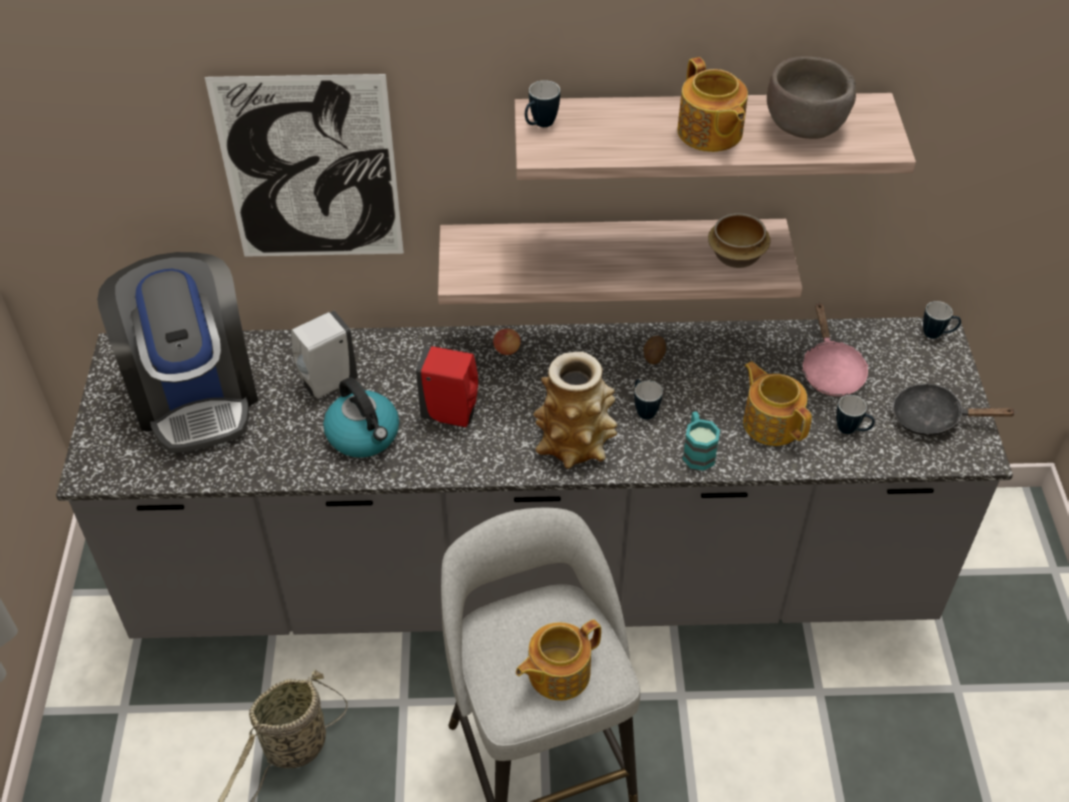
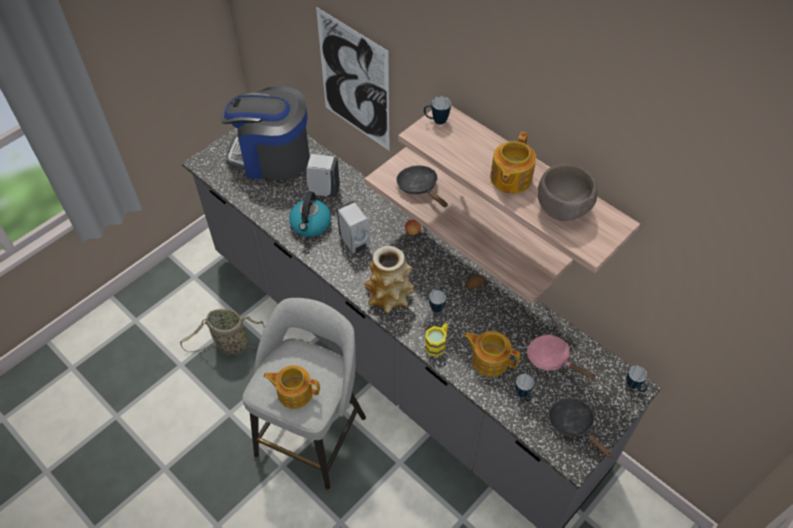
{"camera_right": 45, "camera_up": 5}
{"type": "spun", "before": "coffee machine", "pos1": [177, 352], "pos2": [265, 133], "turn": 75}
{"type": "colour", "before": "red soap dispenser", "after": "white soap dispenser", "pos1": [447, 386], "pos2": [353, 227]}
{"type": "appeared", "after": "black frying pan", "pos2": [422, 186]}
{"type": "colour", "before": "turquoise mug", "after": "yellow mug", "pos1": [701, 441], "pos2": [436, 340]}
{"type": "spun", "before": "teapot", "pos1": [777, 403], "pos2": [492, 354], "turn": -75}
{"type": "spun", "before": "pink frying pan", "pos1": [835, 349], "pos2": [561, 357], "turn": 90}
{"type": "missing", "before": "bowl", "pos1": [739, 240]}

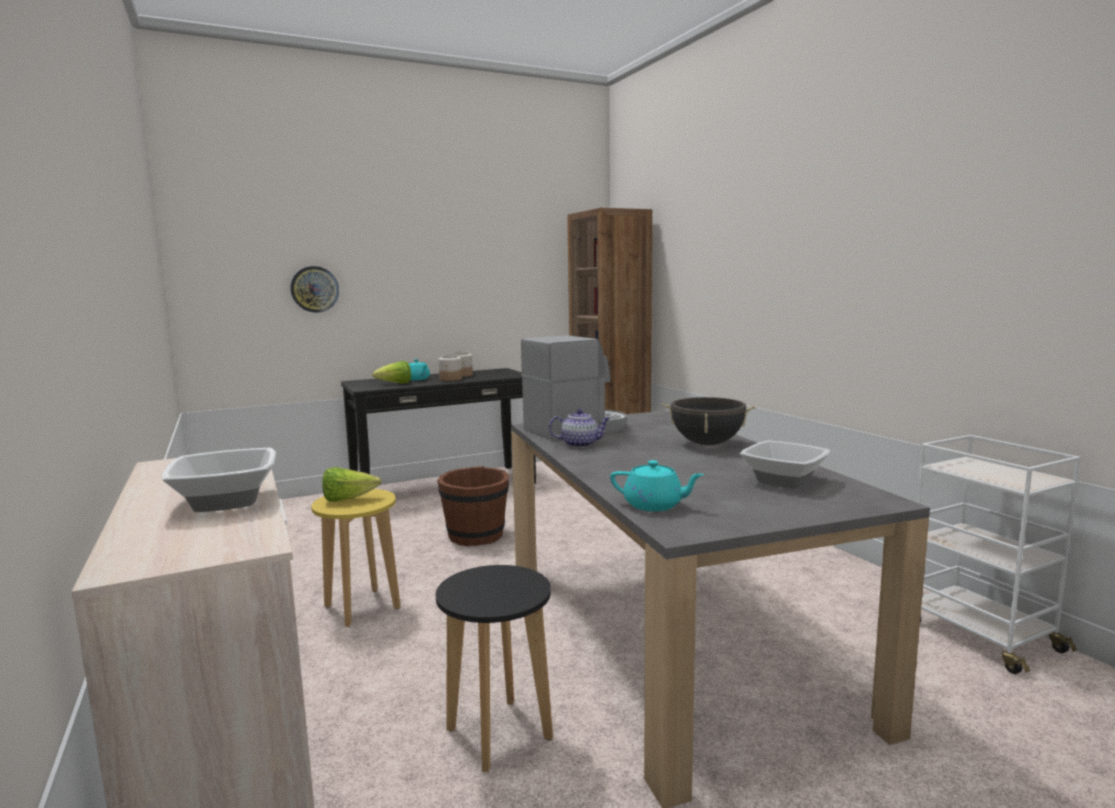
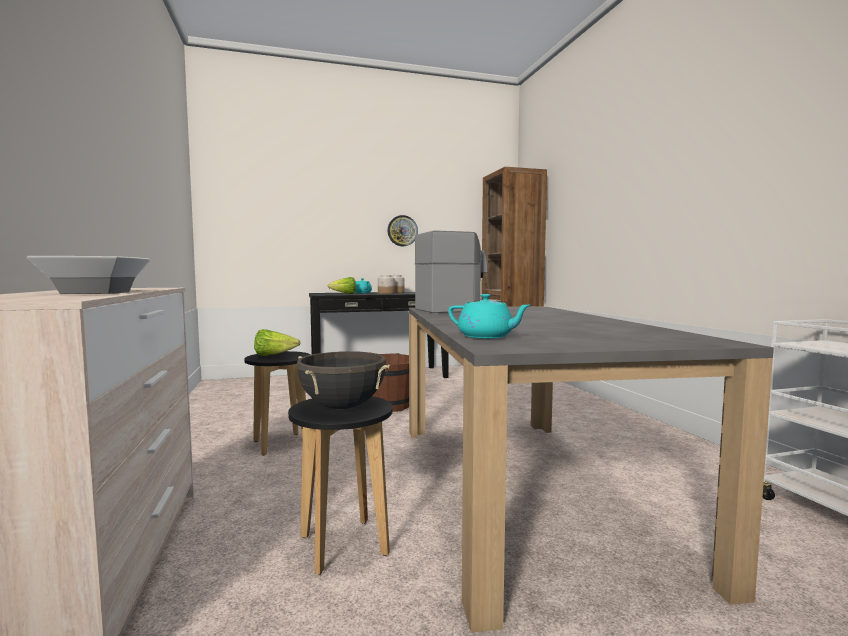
{"camera_right": 10, "camera_up": -5}
{"type": "colour", "before": "yellow stool", "after": "black stool", "pos1": [356, 558], "pos2": [277, 403]}
{"type": "relocated", "before": "black cooking pot", "pos1": [709, 421], "pos2": [343, 380]}
{"type": "relocated", "before": "wall clock", "pos1": [314, 289], "pos2": [402, 230]}
{"type": "missing", "before": "teapot", "pos1": [579, 428]}
{"type": "missing", "before": "bowl", "pos1": [785, 465]}

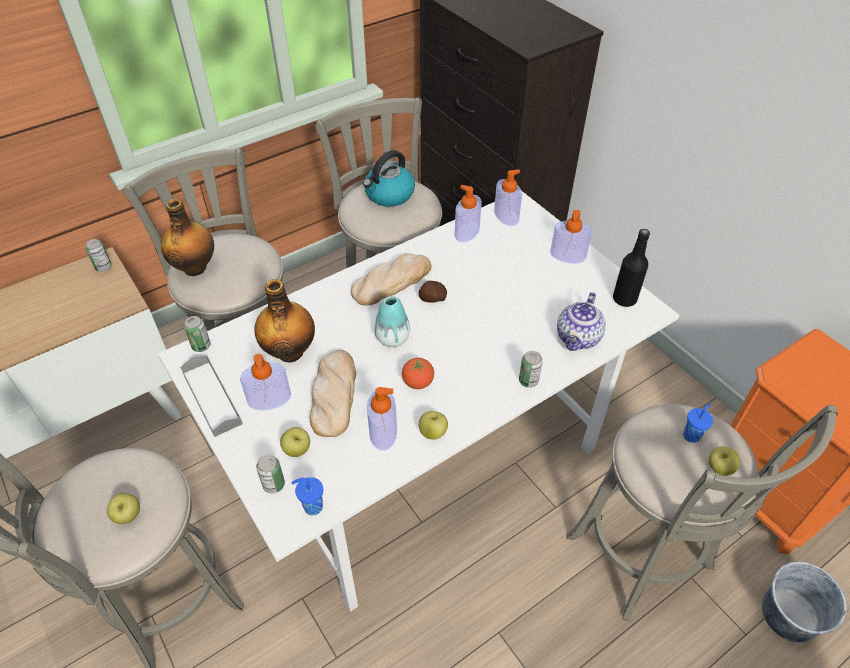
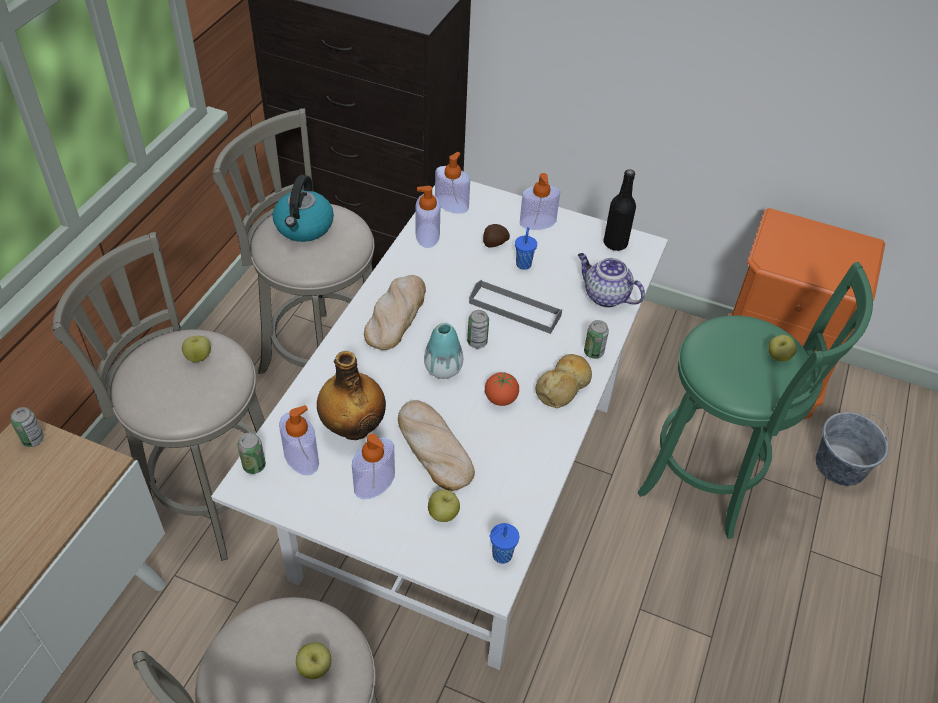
{"camera_right": -35, "camera_up": 0}
{"type": "relocated", "before": "apple", "pos1": [433, 425], "pos2": [196, 349]}
{"type": "relocated", "before": "soap dispenser", "pos1": [382, 419], "pos2": [299, 440]}
{"type": "relocated", "before": "can", "pos1": [270, 474], "pos2": [478, 329]}
{"type": "relocated", "before": "grey tray", "pos1": [211, 396], "pos2": [515, 307]}
{"type": "relocated", "before": "potato", "pos1": [433, 292], "pos2": [496, 236]}
{"type": "relocated", "before": "blue cup", "pos1": [698, 423], "pos2": [526, 248]}
{"type": "appeared", "after": "bread", "pos2": [563, 381]}
{"type": "spun", "before": "teapot", "pos1": [581, 321], "pos2": [611, 280], "turn": 135}
{"type": "colour", "before": "grey stool", "after": "green stool", "pos1": [702, 512], "pos2": [755, 400]}
{"type": "missing", "before": "bottle", "pos1": [187, 237]}

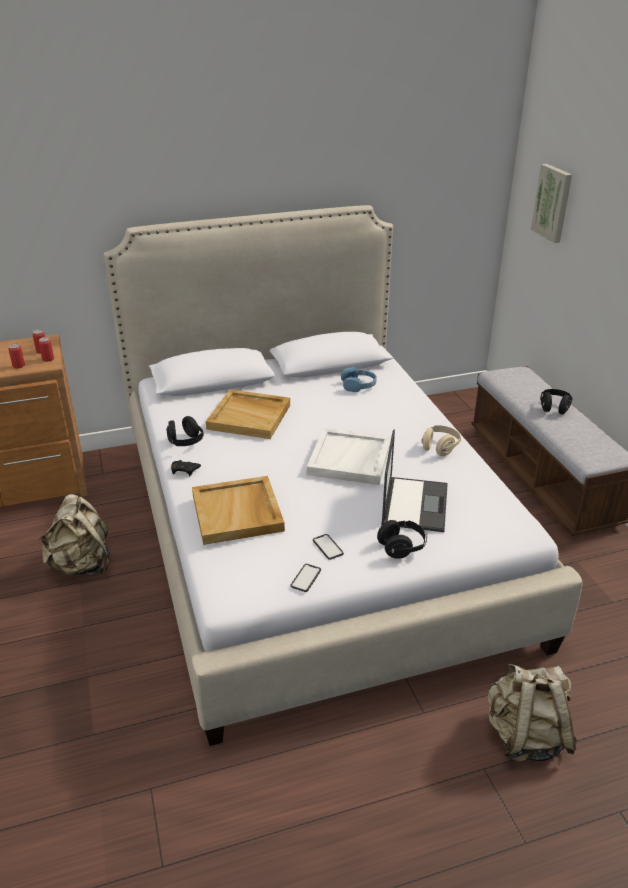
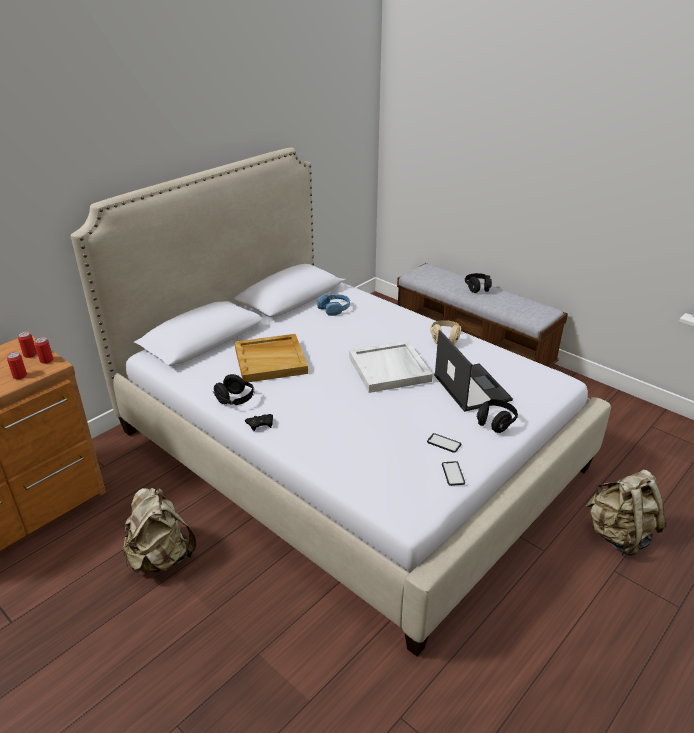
{"camera_right": -30, "camera_up": 0}
{"type": "missing", "before": "beige tray", "pos1": [238, 510]}
{"type": "missing", "before": "picture", "pos1": [551, 203]}

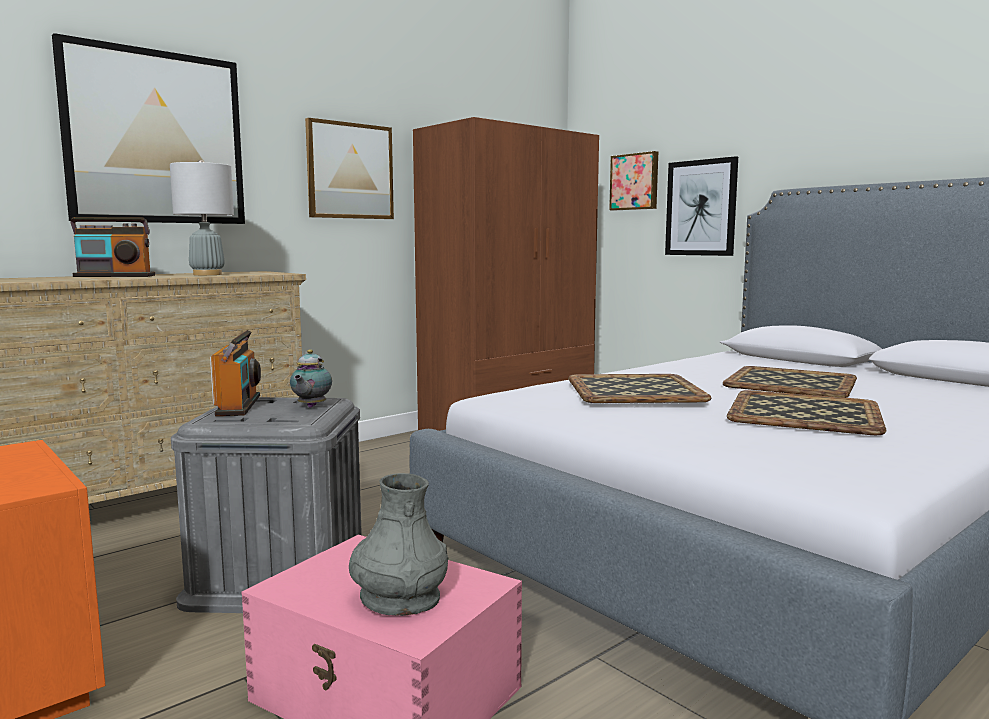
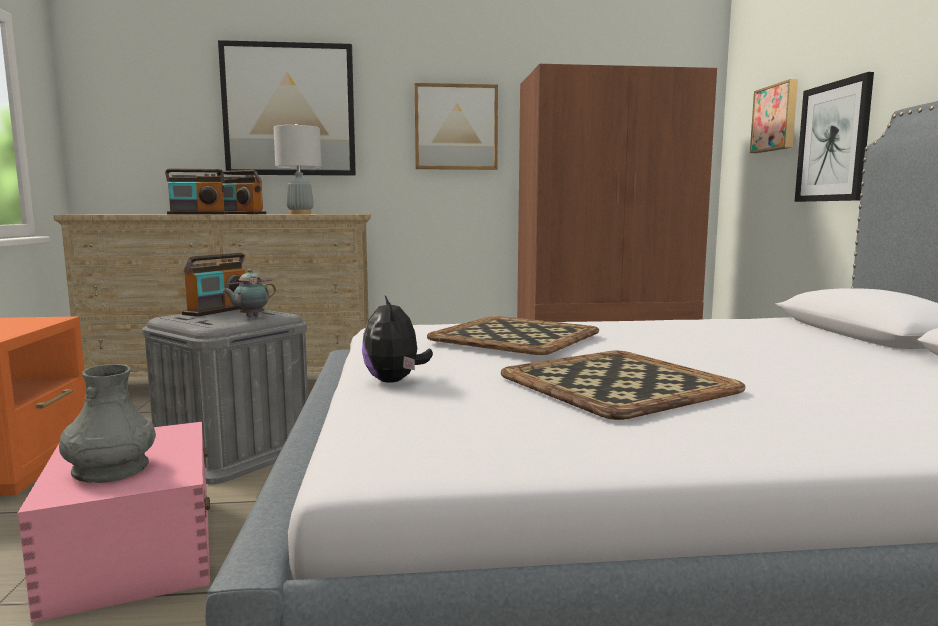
{"camera_right": 35, "camera_up": 0}
{"type": "appeared", "after": "radio", "pos2": [196, 191]}
{"type": "appeared", "after": "plush toy", "pos2": [397, 339]}
{"type": "missing", "before": "tray", "pos1": [790, 382]}

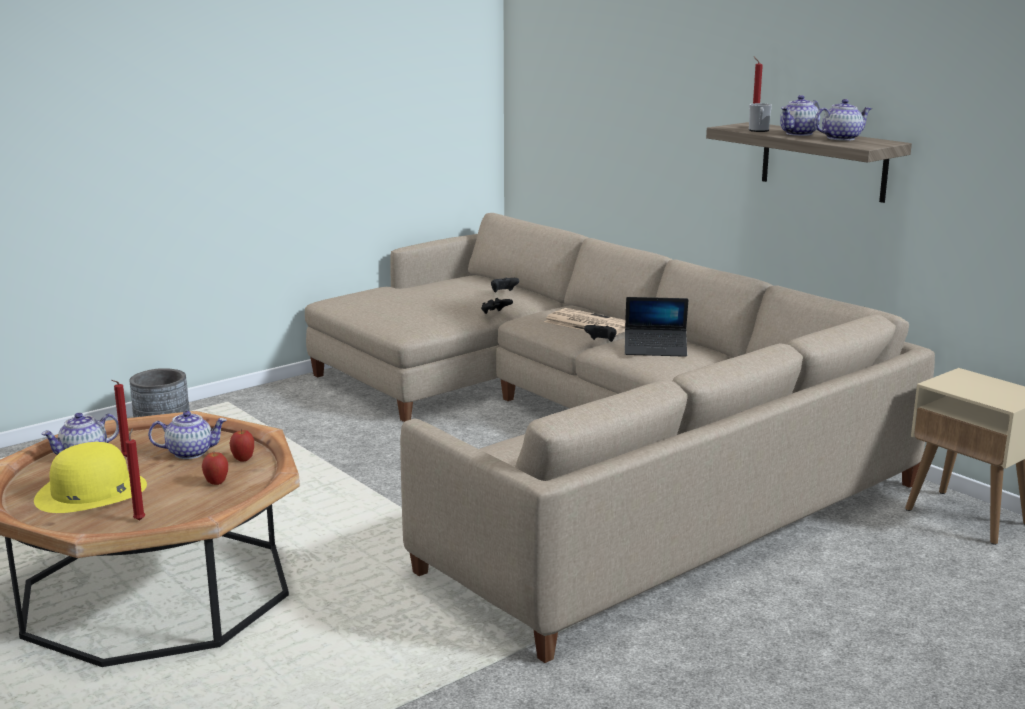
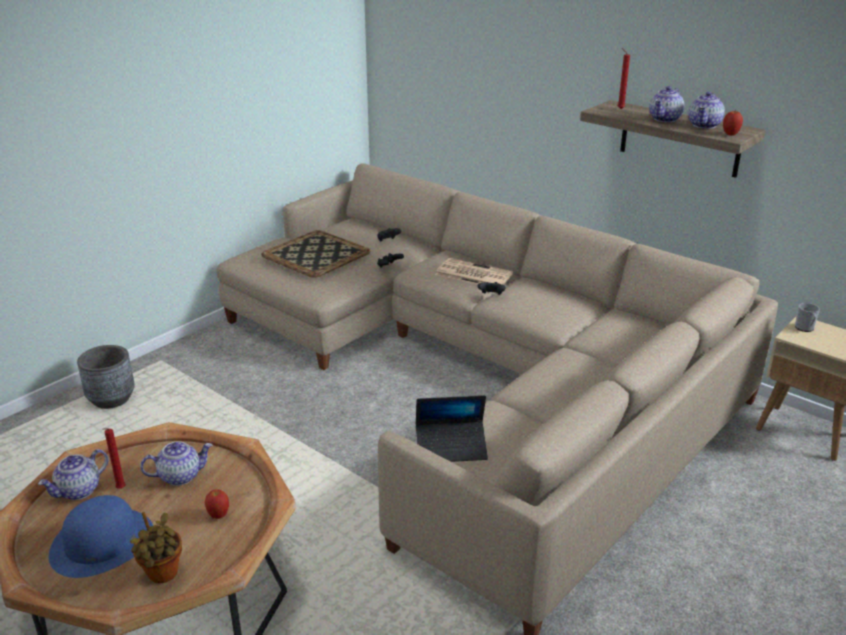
{"camera_right": -10, "camera_up": 10}
{"type": "colour", "before": "yellow hat", "after": "blue hat", "pos1": [90, 477], "pos2": [101, 536]}
{"type": "exchanged", "before": "red candle", "after": "potted plant", "pos1": [135, 474], "pos2": [156, 547]}
{"type": "appeared", "after": "tray", "pos2": [315, 254]}
{"type": "relocated", "before": "laptop", "pos1": [656, 327], "pos2": [452, 428]}
{"type": "spun", "before": "teapot", "pos1": [843, 120], "pos2": [706, 110], "turn": 150}
{"type": "relocated", "before": "apple", "pos1": [241, 445], "pos2": [733, 123]}
{"type": "relocated", "before": "mug", "pos1": [760, 117], "pos2": [807, 317]}

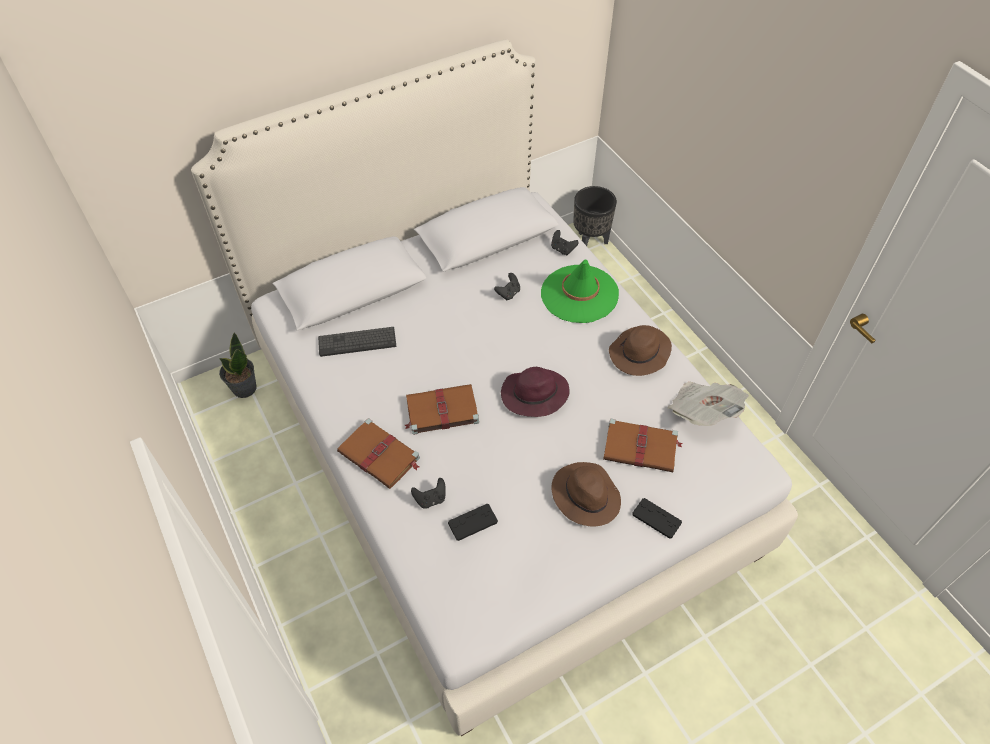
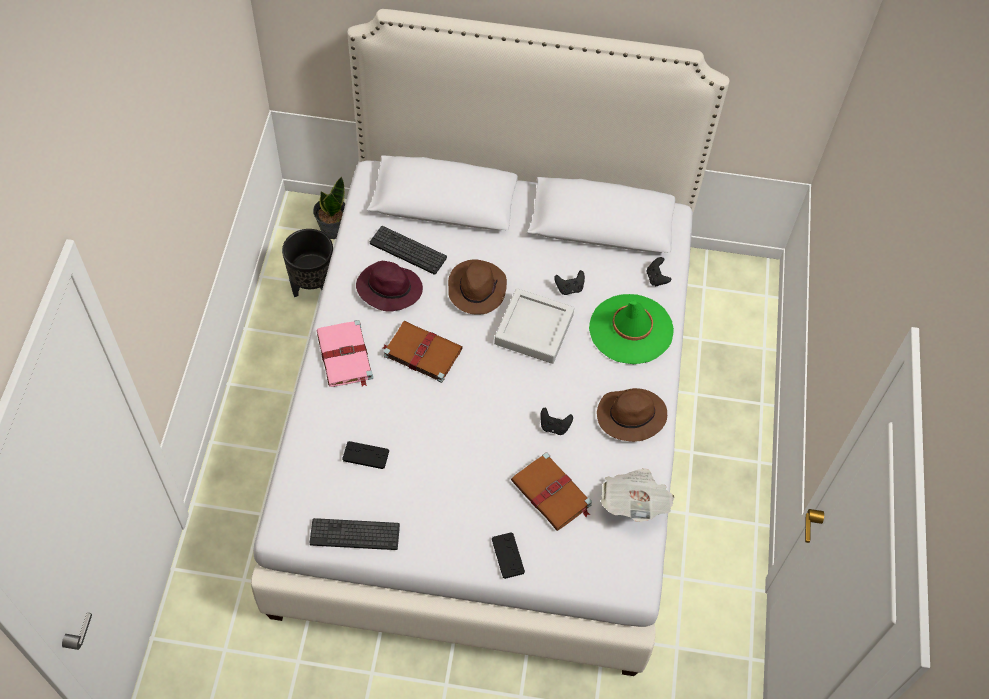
{"camera_right": 35, "camera_up": 5}
{"type": "relocated", "before": "black planter", "pos1": [595, 216], "pos2": [307, 263]}
{"type": "appeared", "after": "keyboard", "pos2": [355, 534]}
{"type": "colour", "before": "brown book", "after": "pink book", "pos1": [378, 453], "pos2": [344, 353]}
{"type": "relocated", "before": "purple hat", "pos1": [535, 392], "pos2": [389, 286]}
{"type": "relocated", "before": "brown hat", "pos1": [586, 494], "pos2": [477, 287]}
{"type": "appeared", "after": "grey tray", "pos2": [534, 326]}
{"type": "relocated", "before": "black game controller", "pos1": [428, 493], "pos2": [556, 421]}

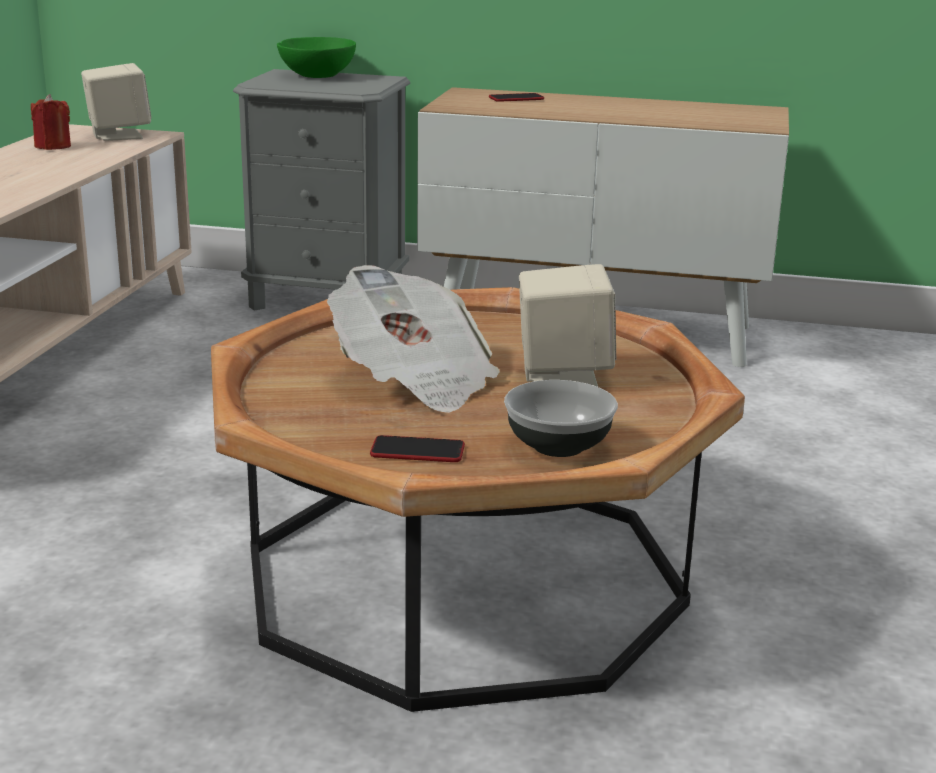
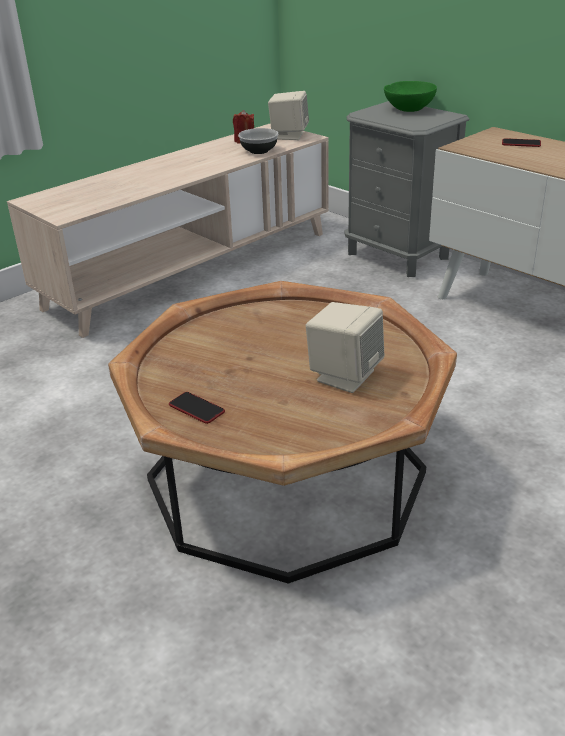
{"camera_right": 35, "camera_up": 10}
{"type": "relocated", "before": "bowl", "pos1": [561, 418], "pos2": [258, 141]}
{"type": "missing", "before": "newspaper", "pos1": [413, 339]}

